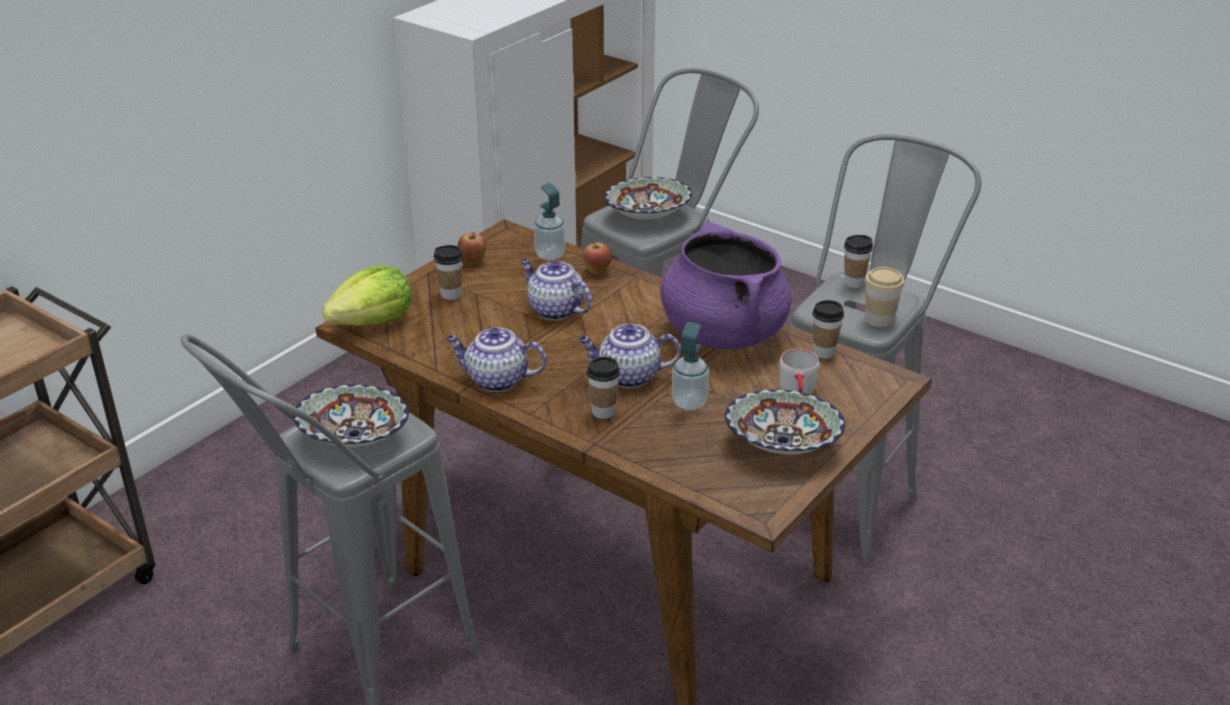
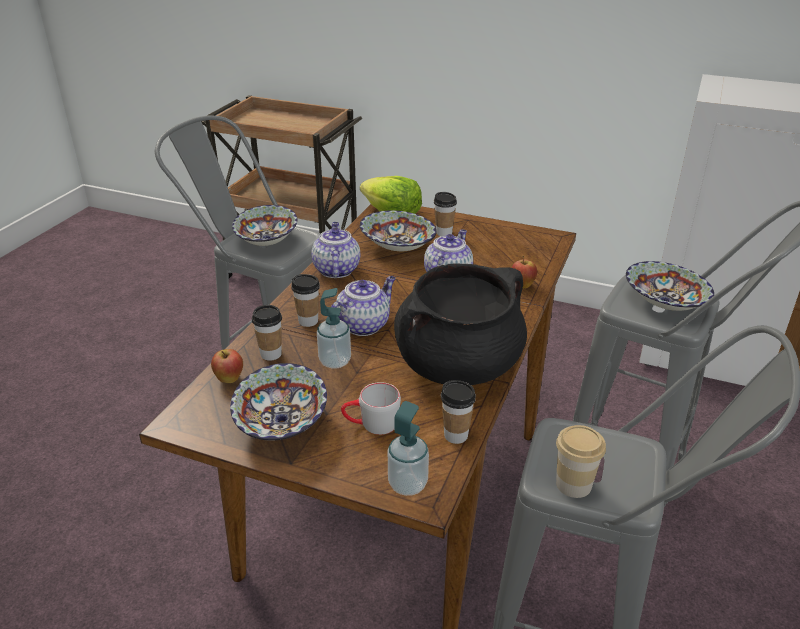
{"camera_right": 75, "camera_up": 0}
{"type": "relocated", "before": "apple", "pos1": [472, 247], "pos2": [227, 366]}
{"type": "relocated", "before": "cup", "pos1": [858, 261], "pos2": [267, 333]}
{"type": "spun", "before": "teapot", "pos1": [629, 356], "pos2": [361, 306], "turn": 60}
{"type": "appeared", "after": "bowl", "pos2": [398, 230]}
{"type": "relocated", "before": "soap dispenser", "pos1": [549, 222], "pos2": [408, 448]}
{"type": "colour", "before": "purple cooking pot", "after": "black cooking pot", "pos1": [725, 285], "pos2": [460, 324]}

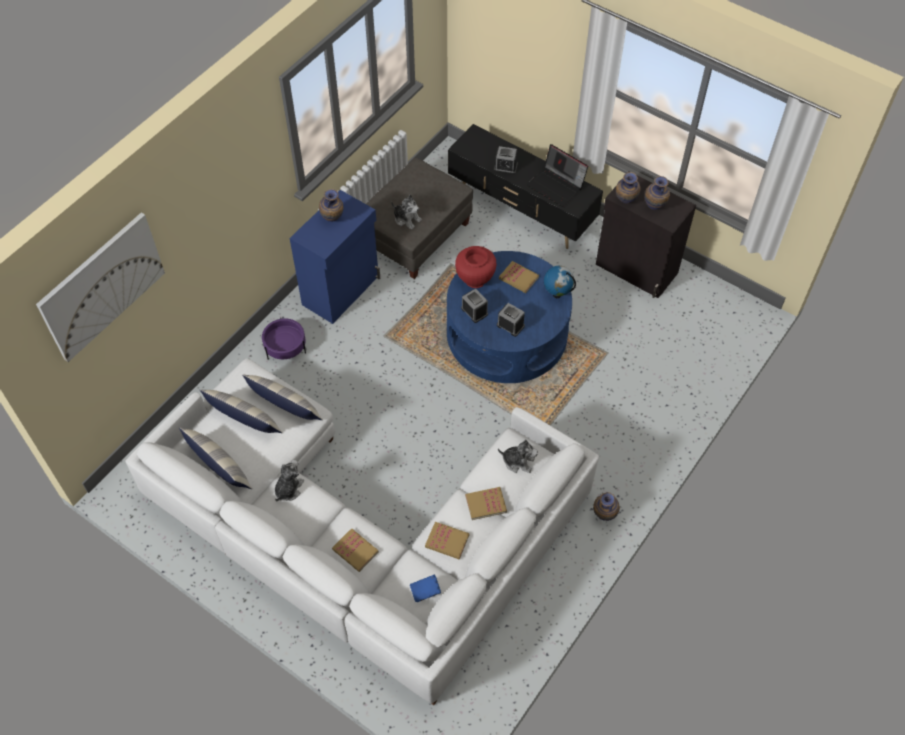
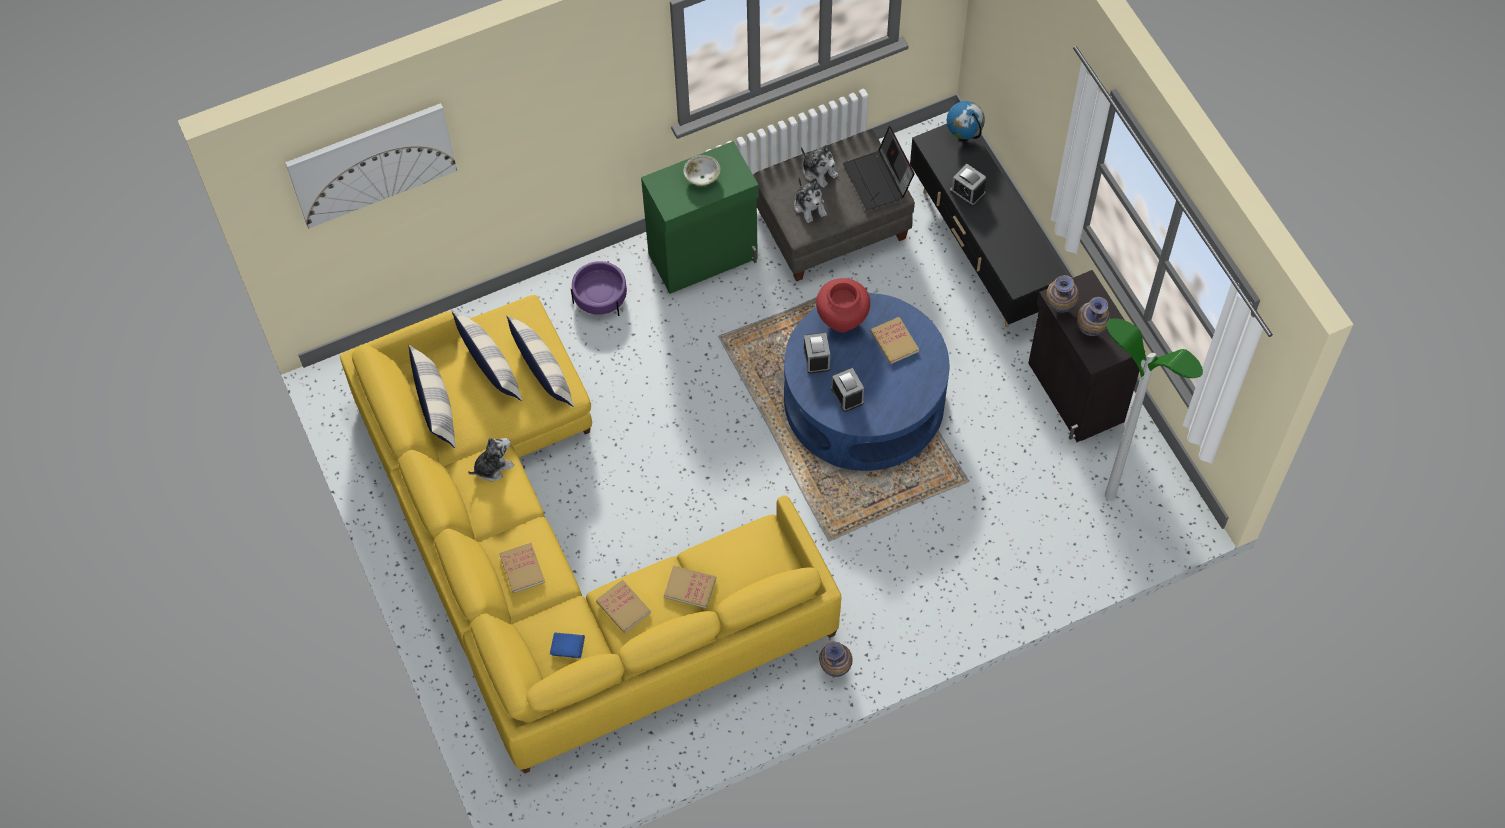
{"camera_right": 30, "camera_up": 5}
{"type": "colour", "before": "white sofa", "after": "yellow sofa", "pos1": [362, 531], "pos2": [591, 534]}
{"type": "colour", "before": "blue cabinet", "after": "green cabinet", "pos1": [335, 257], "pos2": [700, 217]}
{"type": "exchanged", "before": "vase", "after": "bowl", "pos1": [331, 205], "pos2": [701, 170]}
{"type": "relocated", "before": "plush toy", "pos1": [518, 456], "pos2": [819, 166]}
{"type": "relocated", "before": "laptop", "pos1": [557, 175], "pos2": [878, 168]}
{"type": "relocated", "before": "globe", "pos1": [560, 282], "pos2": [966, 121]}
{"type": "appeared", "after": "floor lamp", "pos2": [1154, 409]}

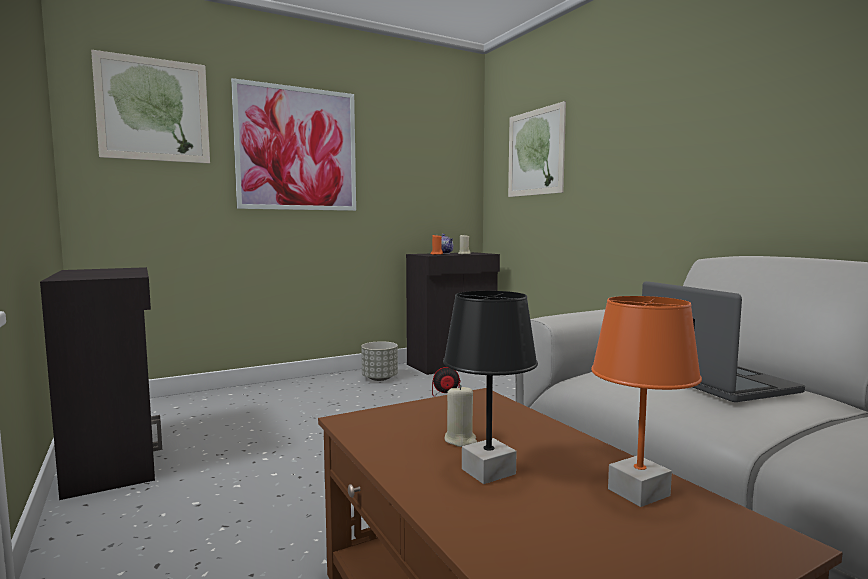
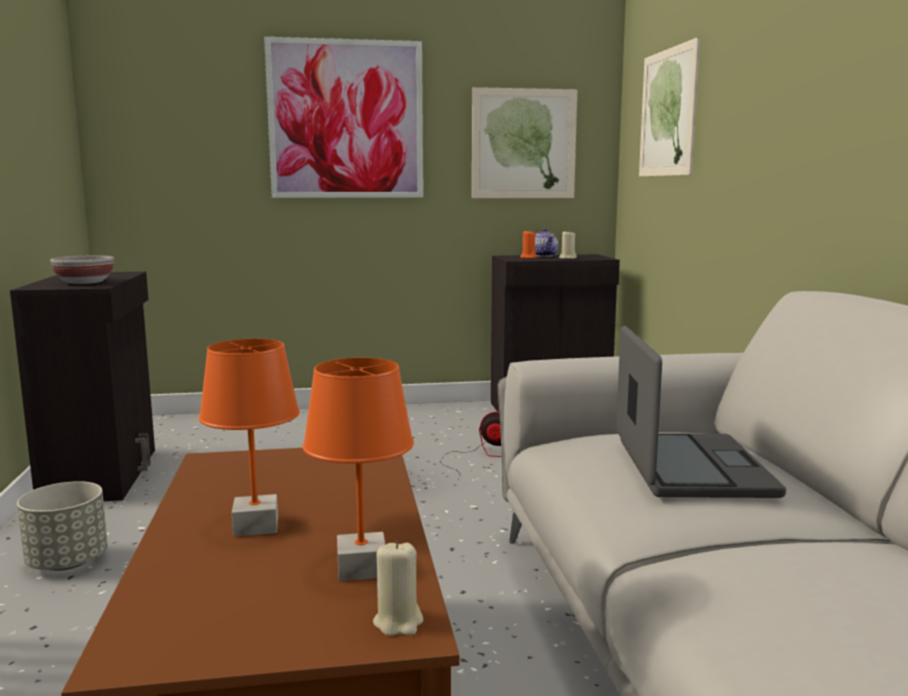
{"camera_right": 20, "camera_up": 5}
{"type": "relocated", "before": "grey planter", "pos1": [379, 361], "pos2": [62, 526]}
{"type": "appeared", "after": "bowl", "pos2": [82, 269]}
{"type": "colour", "before": "black table lamp", "after": "orange table lamp", "pos1": [490, 387], "pos2": [249, 438]}
{"type": "relocated", "before": "beige candle", "pos1": [461, 416], "pos2": [398, 588]}
{"type": "relocated", "before": "picture", "pos1": [150, 106], "pos2": [524, 142]}

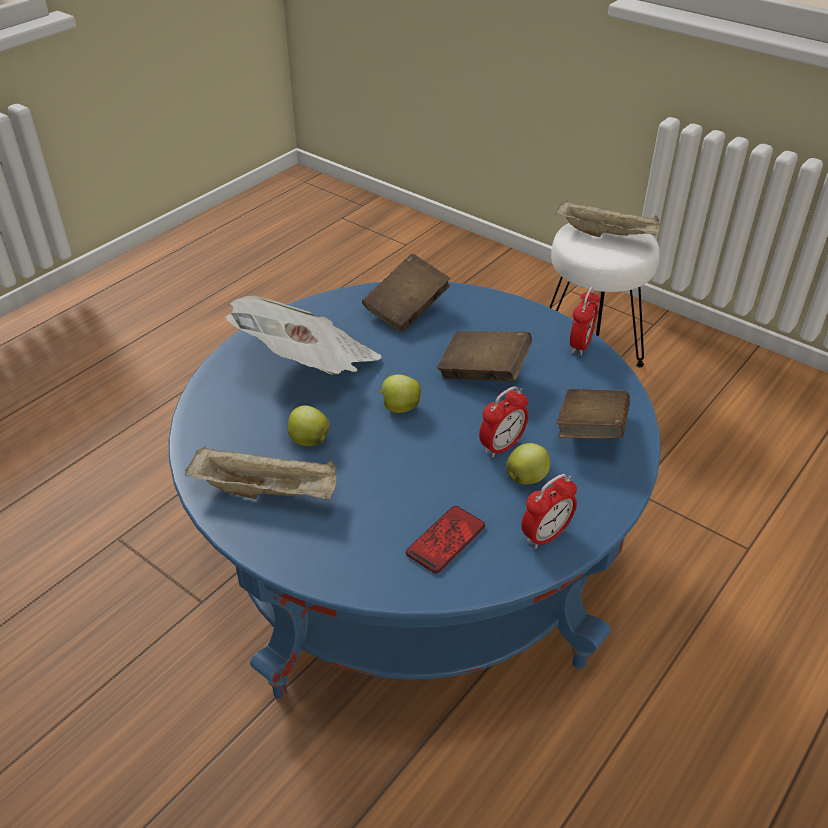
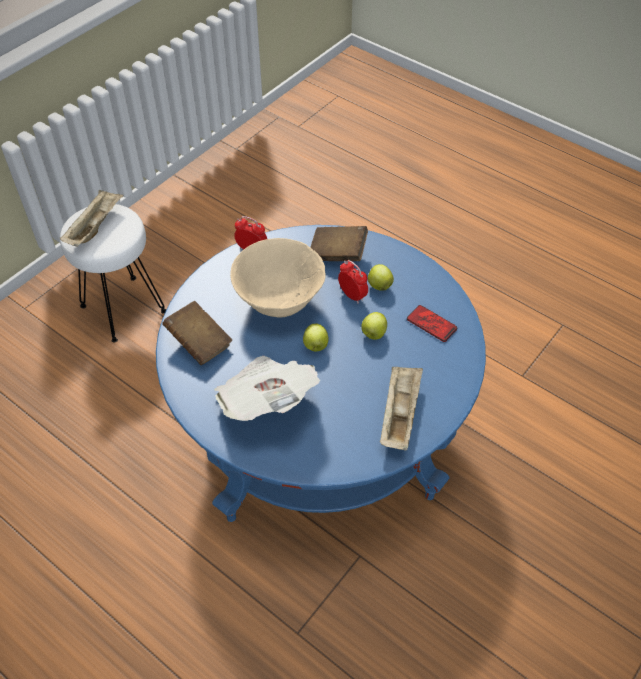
{"camera_right": -90, "camera_up": 10}
{"type": "exchanged", "before": "brown book", "after": "beige bowl", "pos1": [484, 356], "pos2": [278, 277]}
{"type": "relocated", "before": "apple", "pos1": [308, 425], "pos2": [374, 325]}
{"type": "missing", "before": "alarm clock", "pos1": [549, 511]}

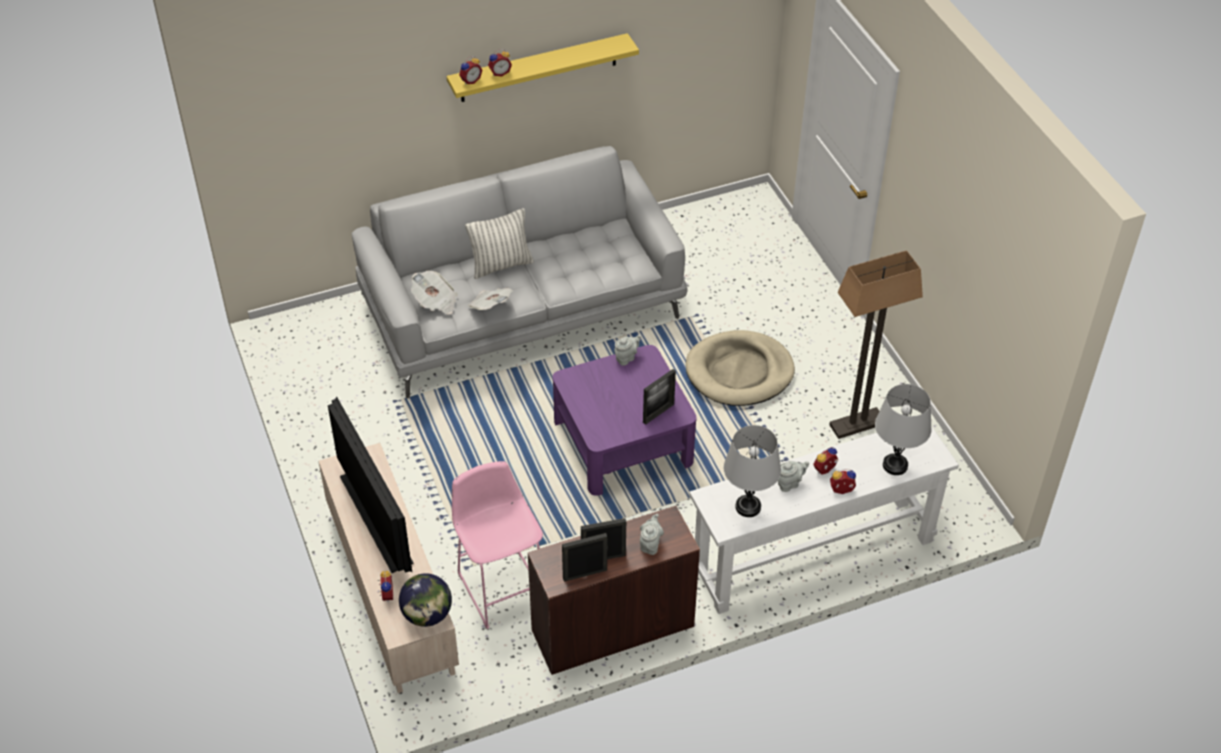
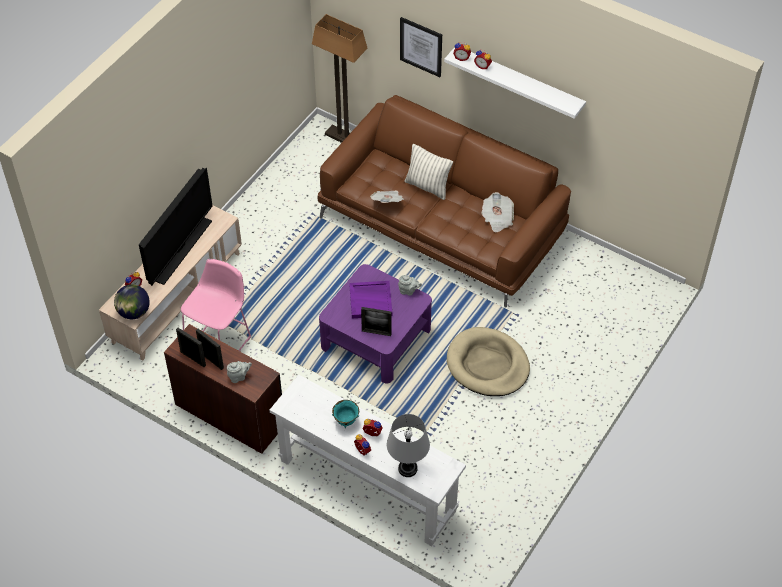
{"camera_right": 55, "camera_up": 5}
{"type": "relocated", "before": "floor lamp", "pos1": [876, 344], "pos2": [340, 78]}
{"type": "colour", "before": "grey sofa", "after": "brown sofa", "pos1": [519, 272], "pos2": [444, 201]}
{"type": "exchanged", "before": "grey teapot", "after": "turquoise bowl", "pos1": [793, 476], "pos2": [345, 414]}
{"type": "appeared", "after": "purple tray", "pos2": [370, 299]}
{"type": "appeared", "after": "picture", "pos2": [421, 47]}
{"type": "colour", "before": "yellow shelf", "after": "white shelf", "pos1": [543, 67], "pos2": [515, 83]}
{"type": "relocated", "before": "newspaper", "pos1": [434, 293], "pos2": [497, 212]}
{"type": "missing", "before": "grey table lamp", "pos1": [752, 471]}

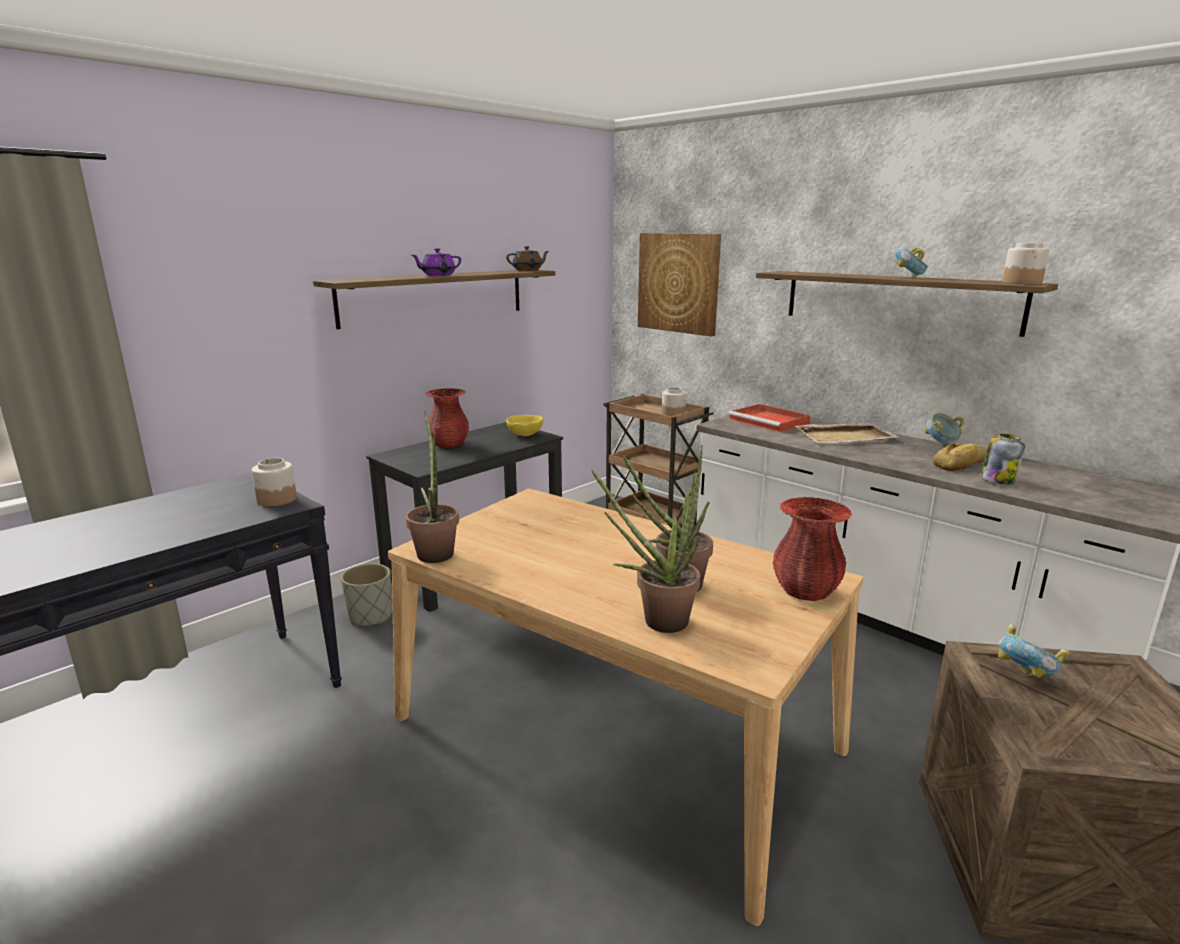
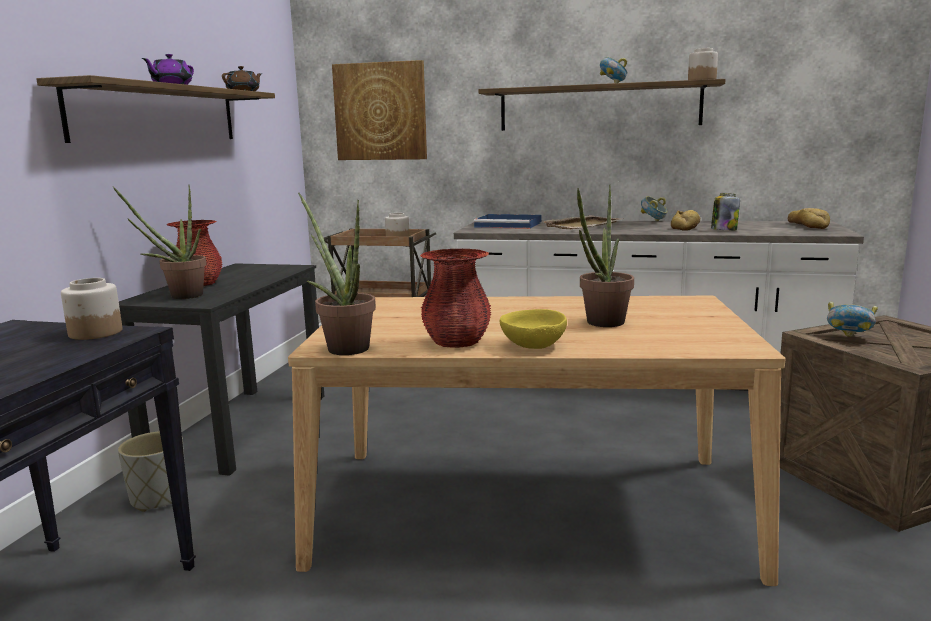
{"camera_right": -30, "camera_up": -5}
{"type": "relocated", "before": "potted plant", "pos1": [646, 551], "pos2": [159, 242]}
{"type": "relocated", "before": "red vase", "pos1": [812, 549], "pos2": [455, 298]}
{"type": "colour", "before": "red tray", "after": "blue tray", "pos1": [770, 418], "pos2": [508, 221]}
{"type": "relocated", "before": "yellow bowl", "pos1": [524, 425], "pos2": [533, 329]}
{"type": "appeared", "after": "bread", "pos2": [809, 218]}

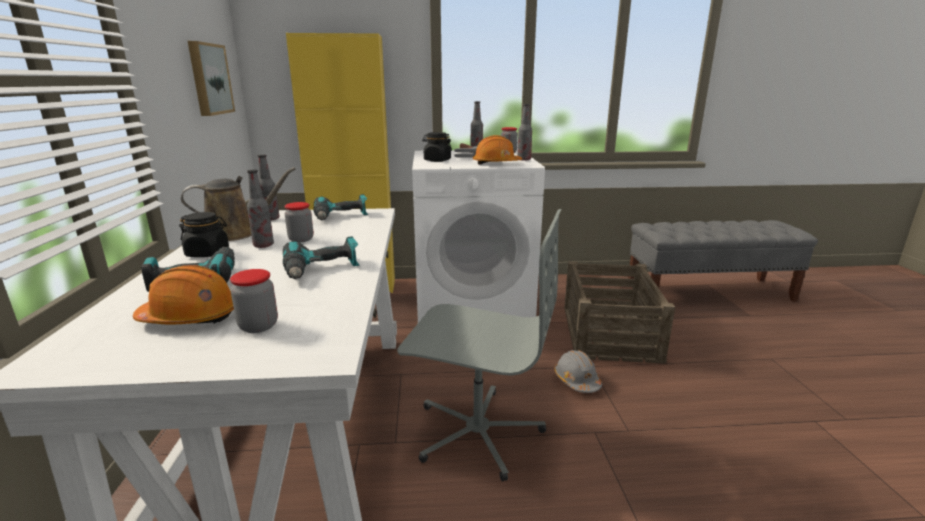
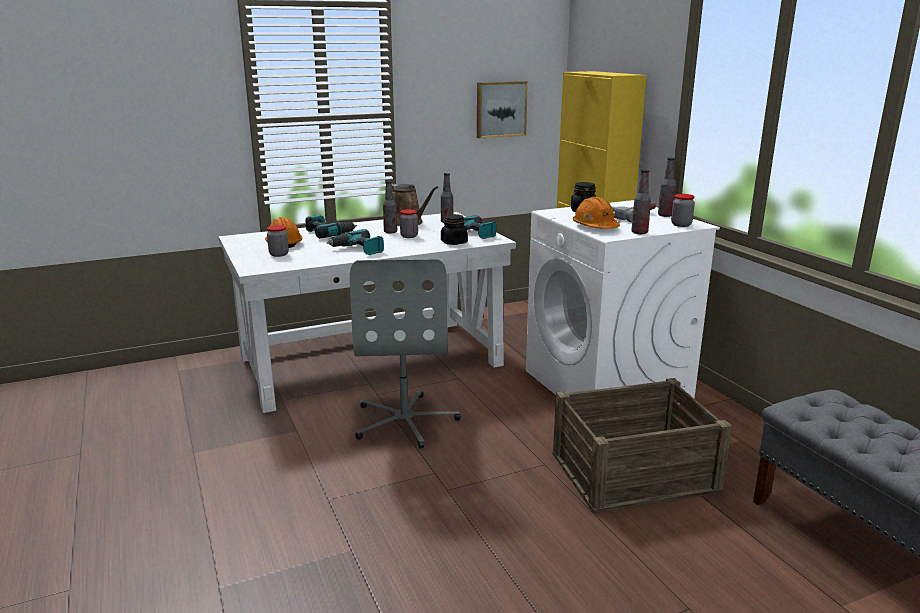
{"camera_right": 70, "camera_up": 0}
{"type": "relocated", "before": "black jar", "pos1": [204, 234], "pos2": [454, 229]}
{"type": "missing", "before": "grey hard hat", "pos1": [578, 371]}

